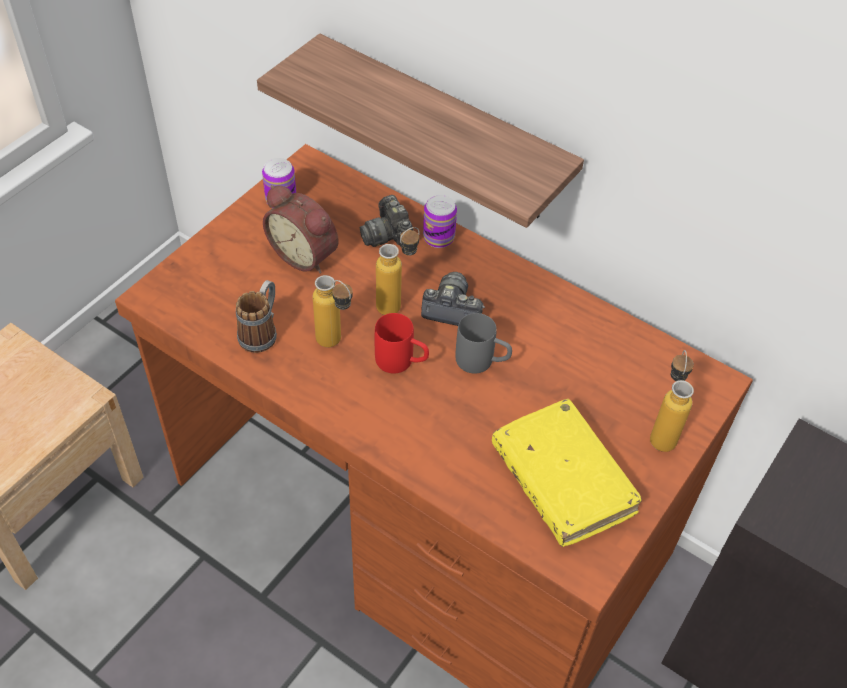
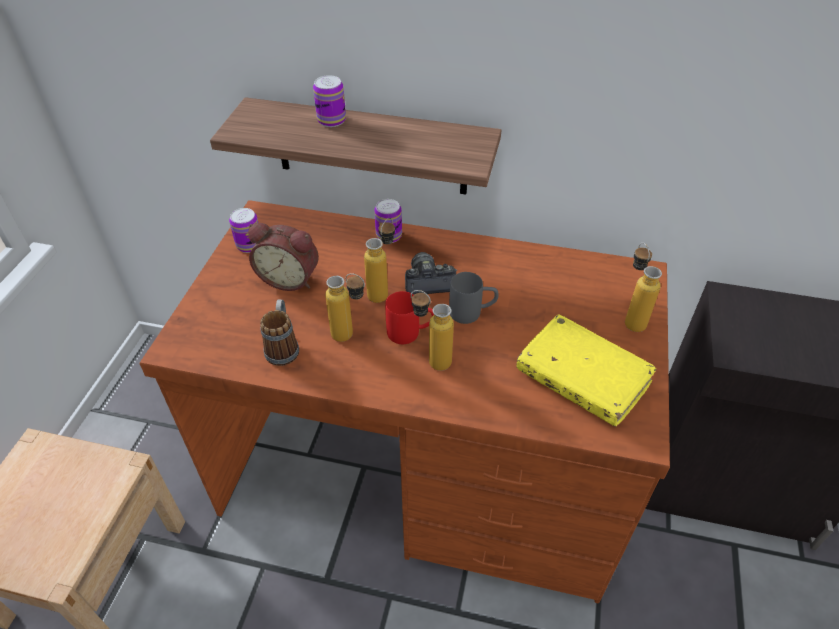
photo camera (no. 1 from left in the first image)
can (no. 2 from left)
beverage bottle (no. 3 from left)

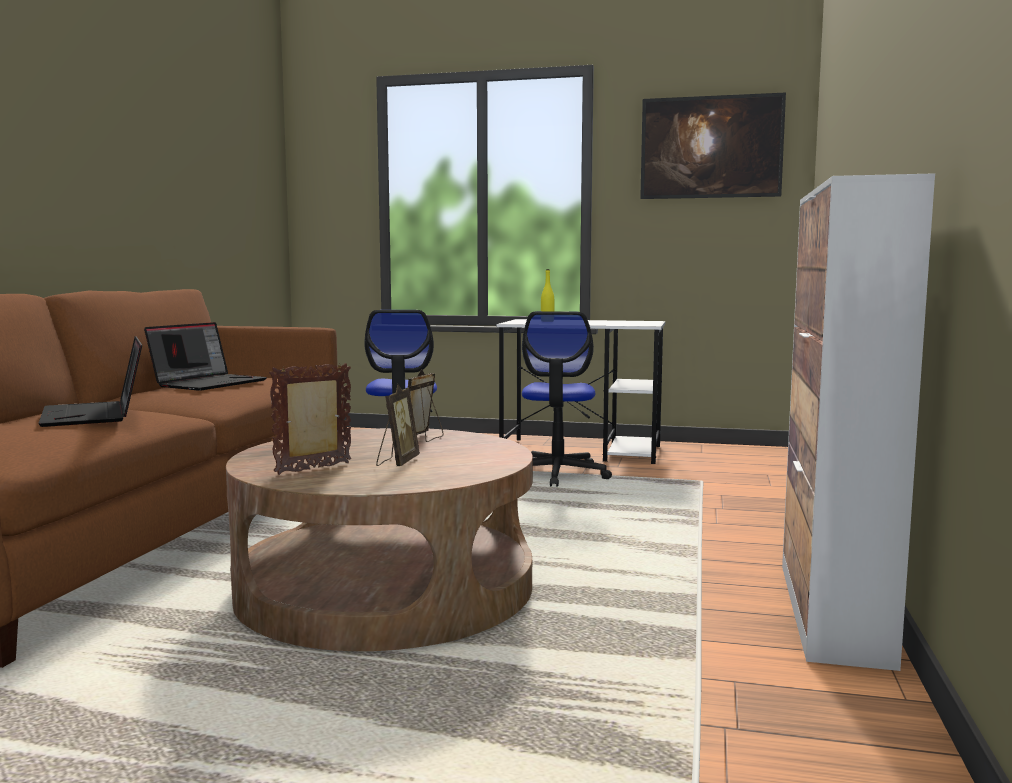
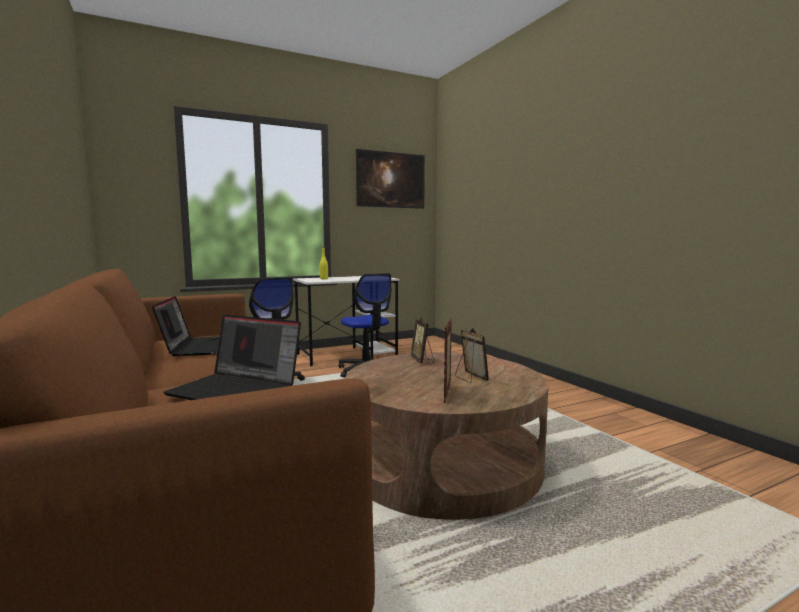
cabinet

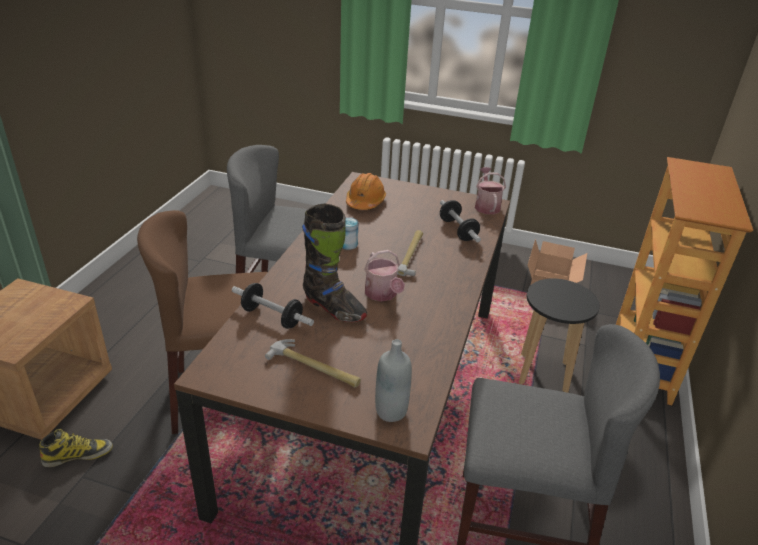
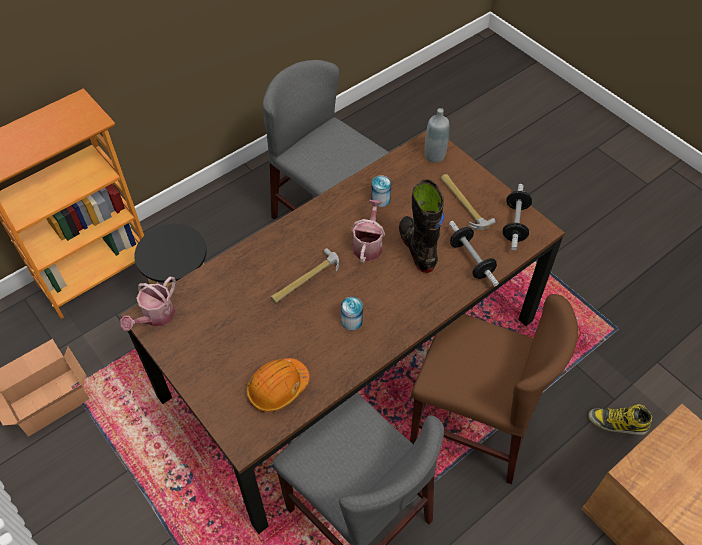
free weight (no. 2 from left)
can (no. 2 from left)

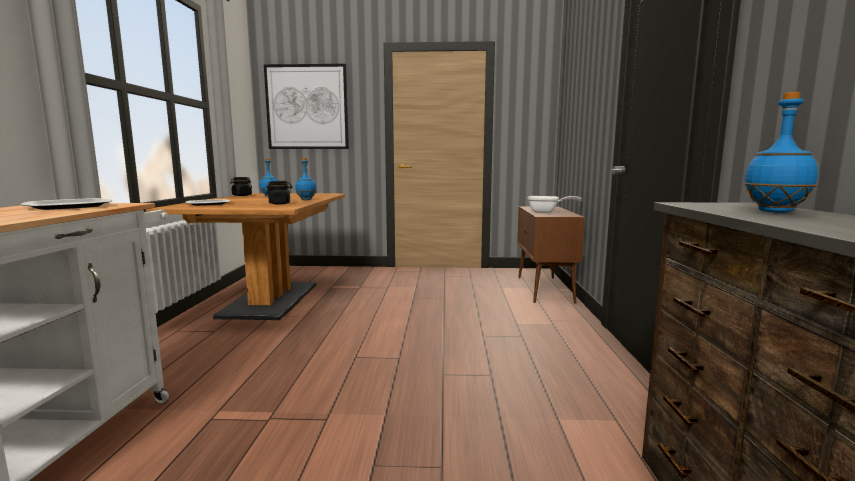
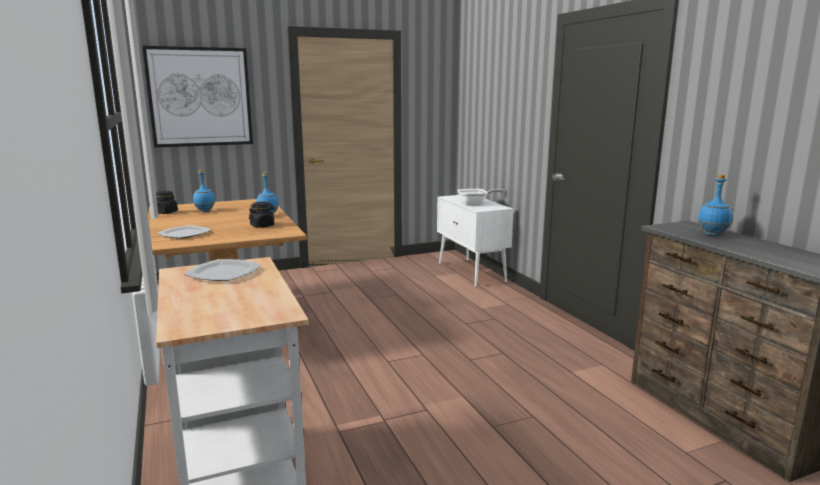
white-coloured cabinet

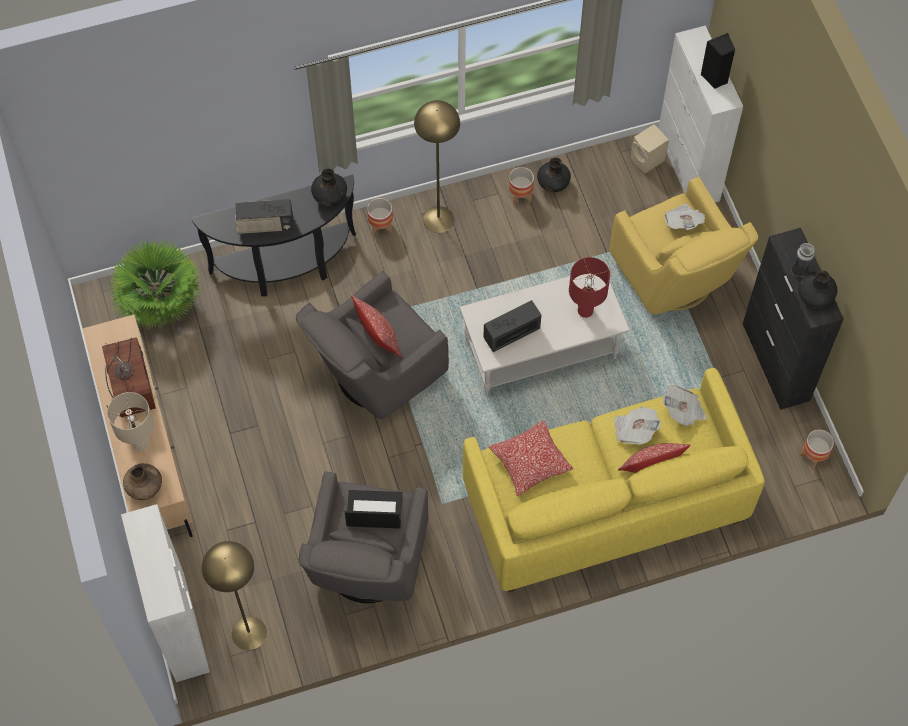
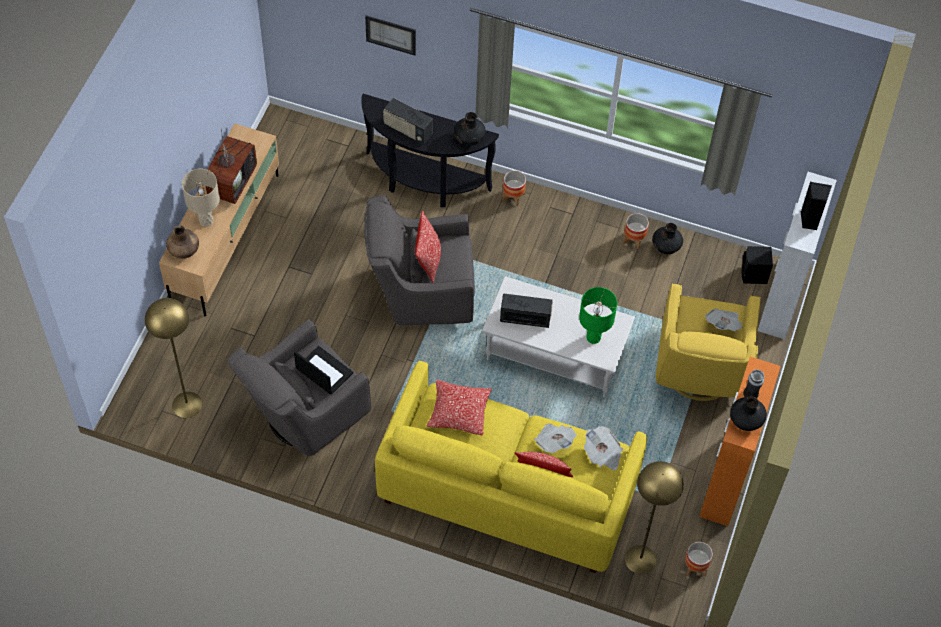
potted plant
white-coloured cabinet (no. 1 from left in the first image)
yellowish standing lamp (no. 2 from left)
green tabletop lamp
black-coloured audio speaker (no. 1 from left)
orangey cabinet
wall art

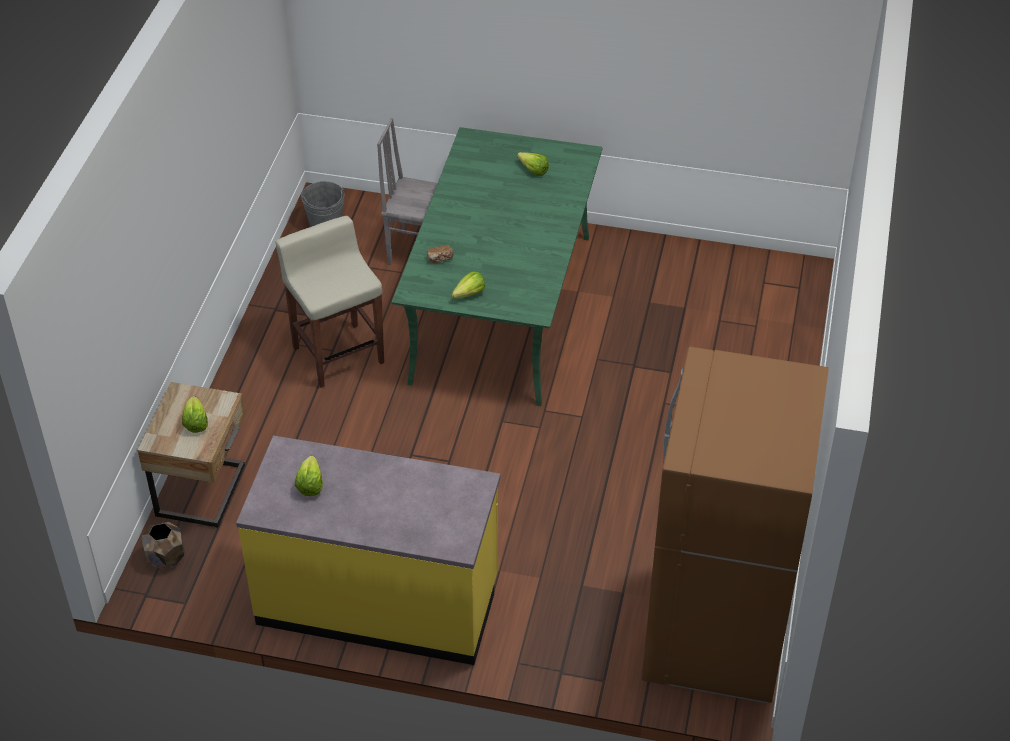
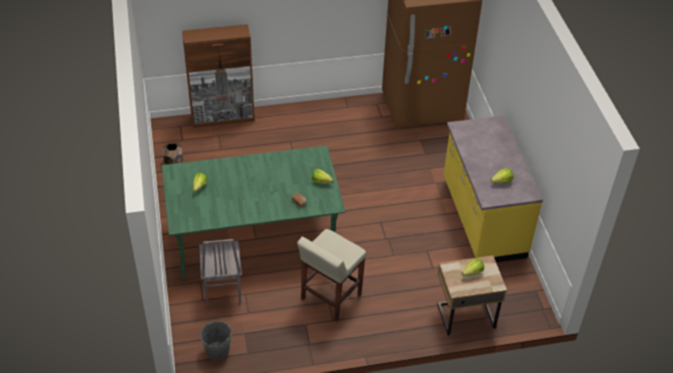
brown-coloured plant pot
brown-coloured cabinet

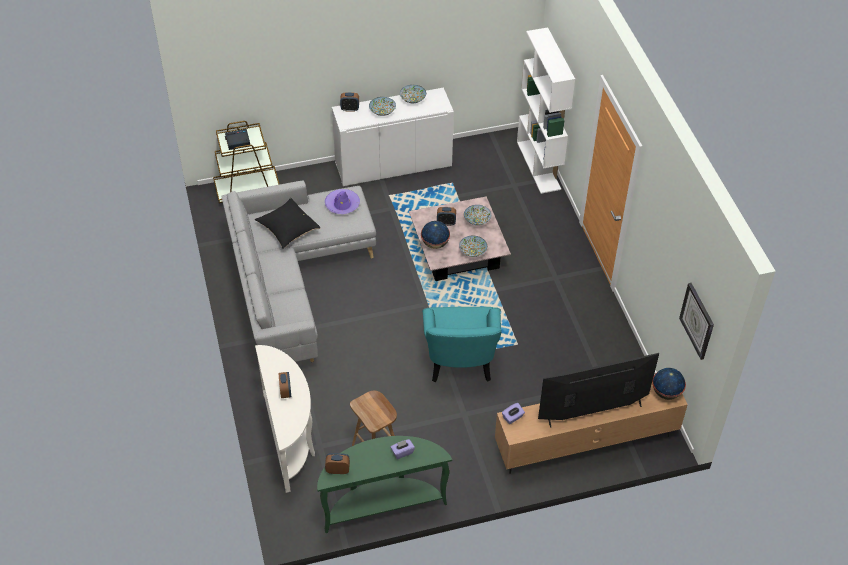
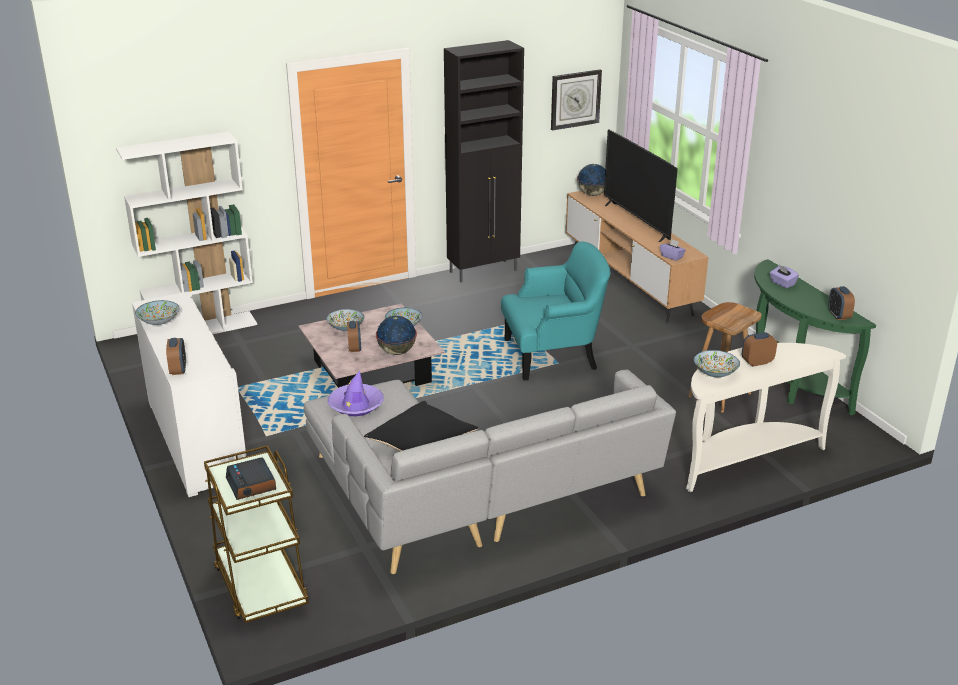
bowl (no. 4 from left)
black-coloured cabinet

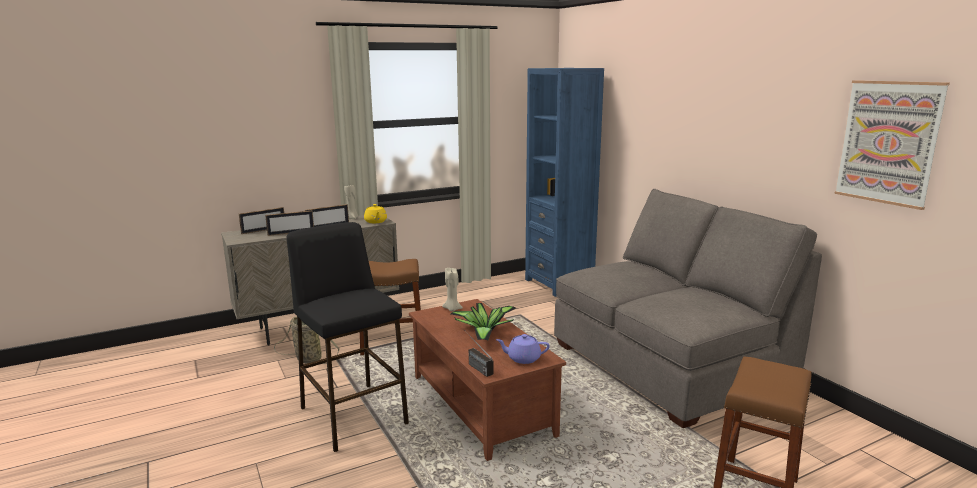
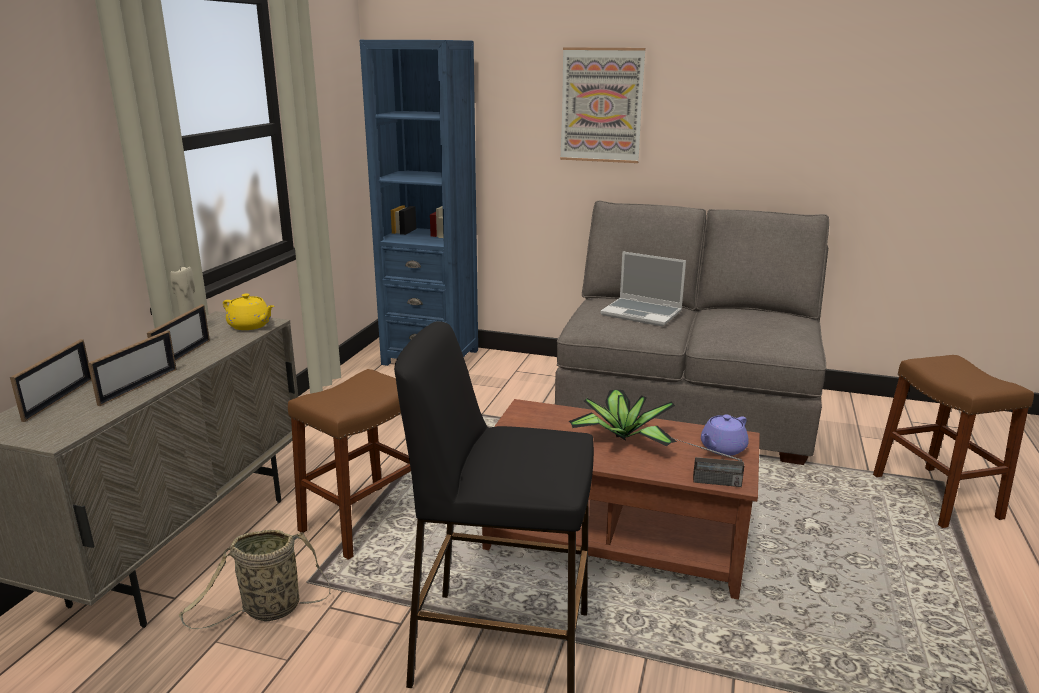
beige-coloured wax light (no. 2 from left in the first image)
wall art
portable computer

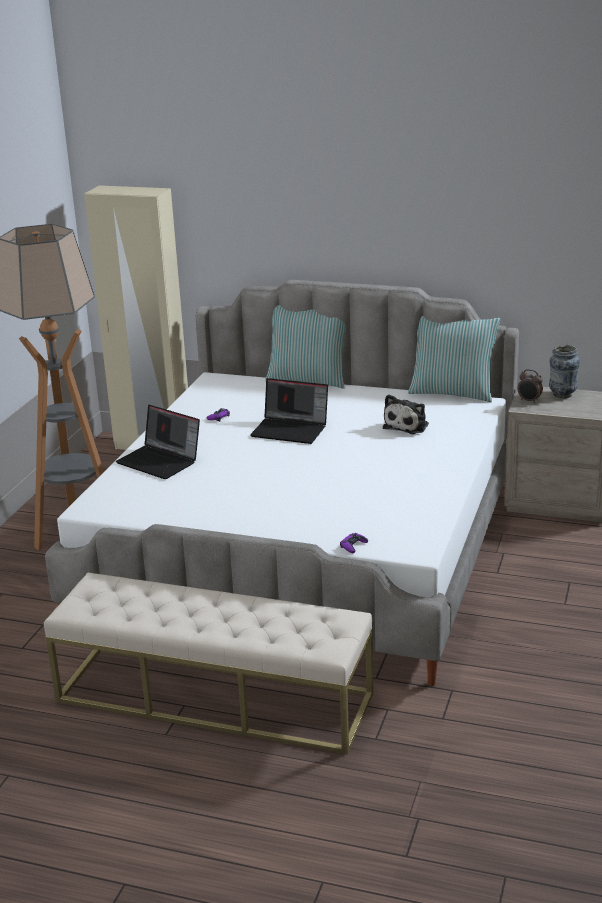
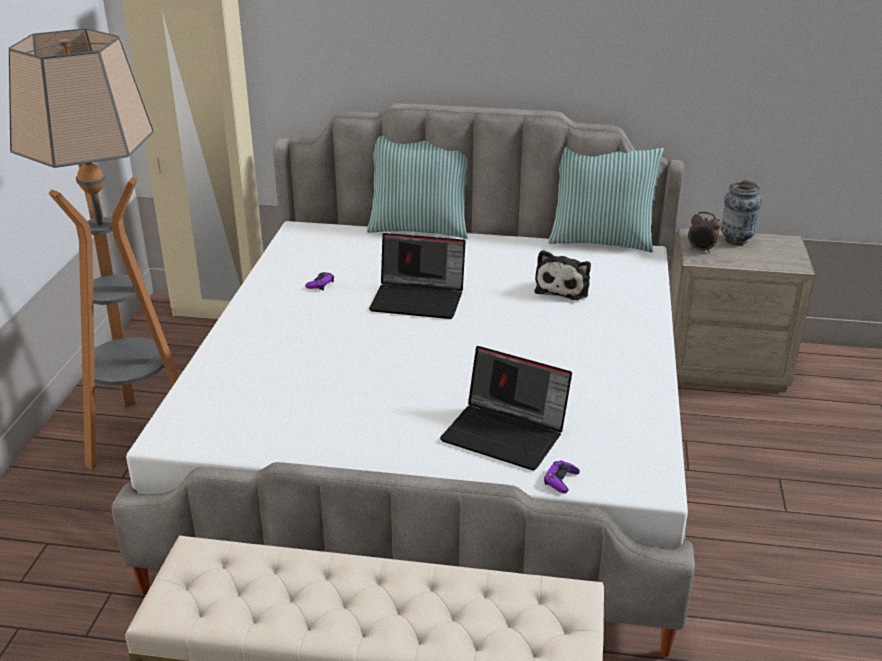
portable computer (no. 2 from left)

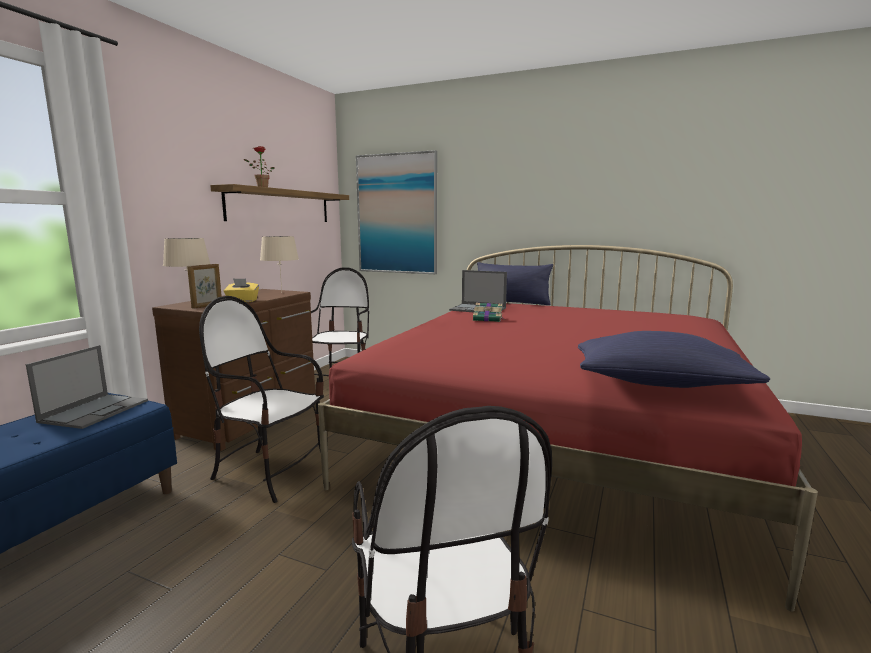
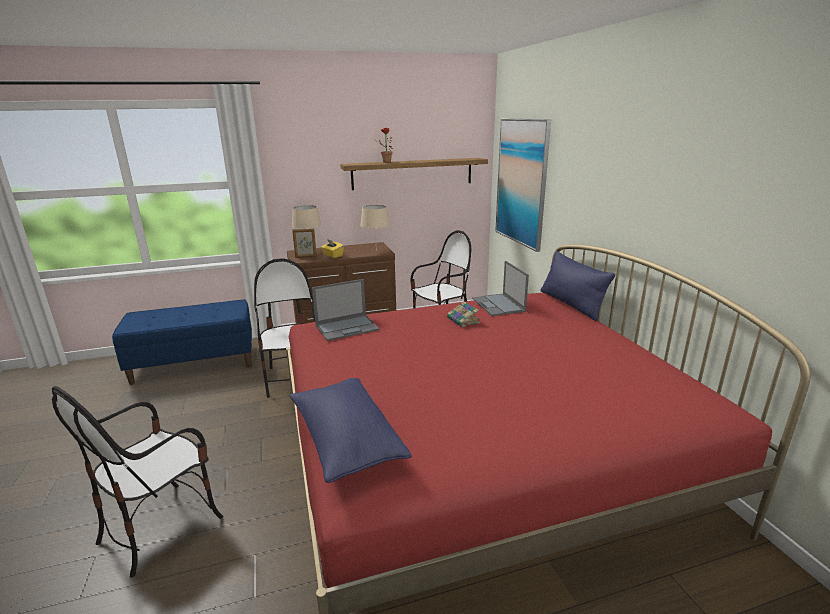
portable computer (no. 1 from left)

